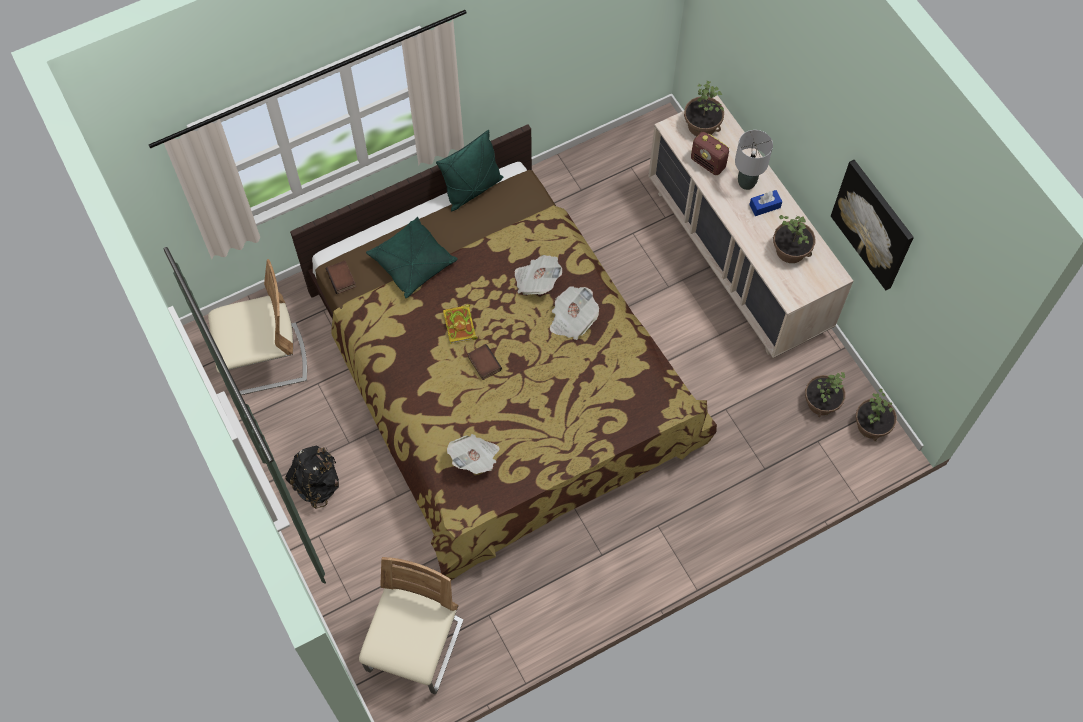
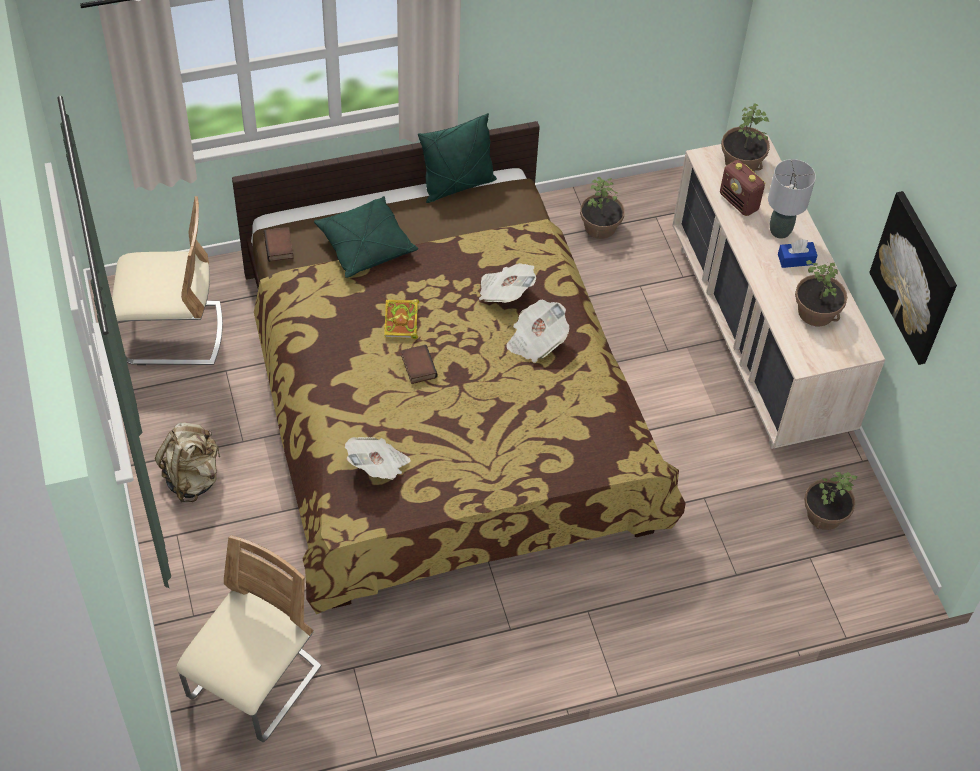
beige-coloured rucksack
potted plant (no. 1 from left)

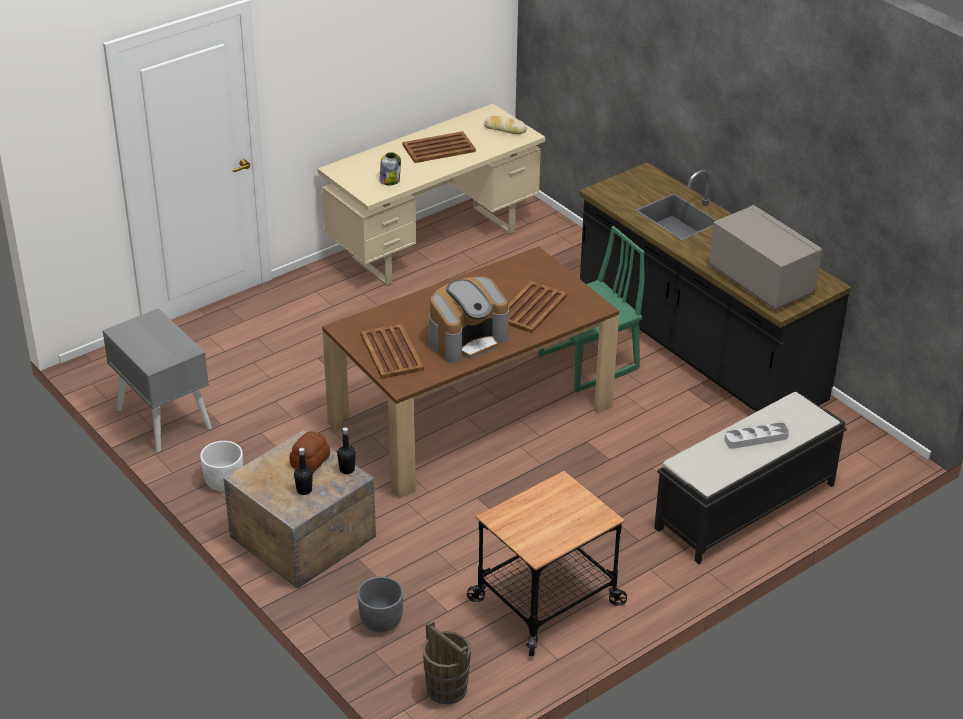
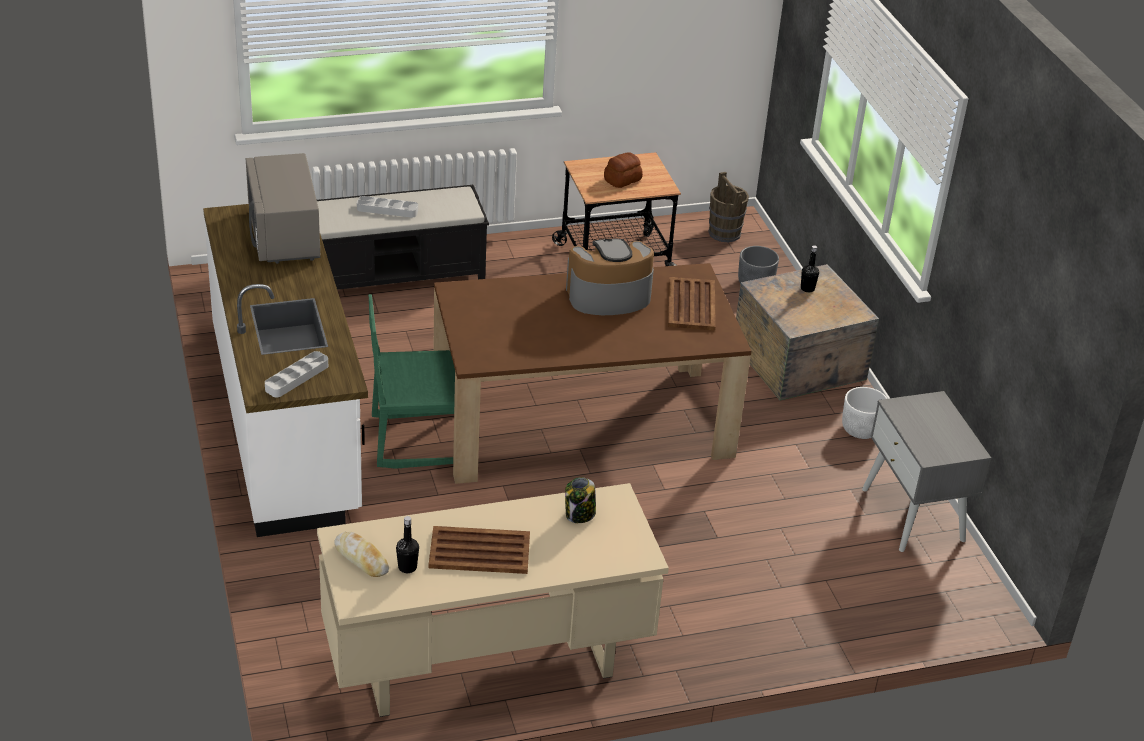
bakery bread (no. 2 from left)
black-coloured beverage bottle (no. 1 from left)
brown-coloured tray (no. 3 from left in the first image)
white-coloured counter
greyish tray (no. 1 from left)

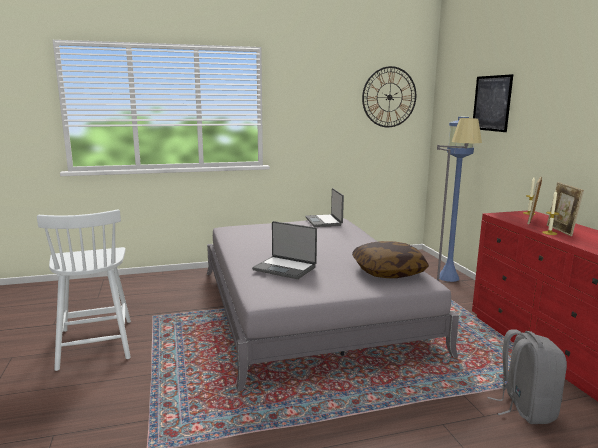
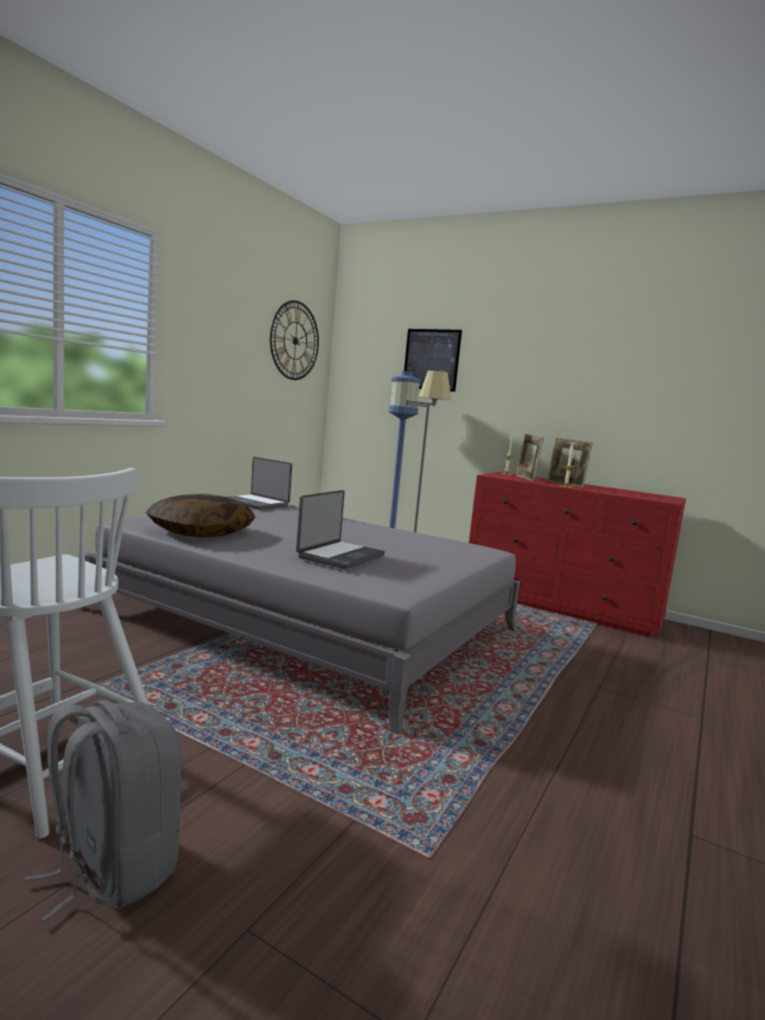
portable computer (no. 2 from left)
throw pillow
greyish rucksack

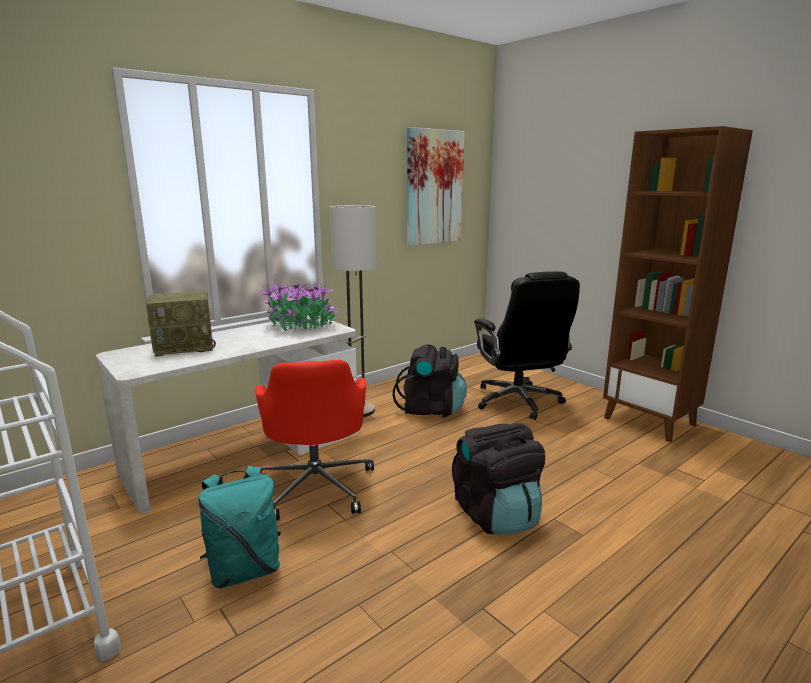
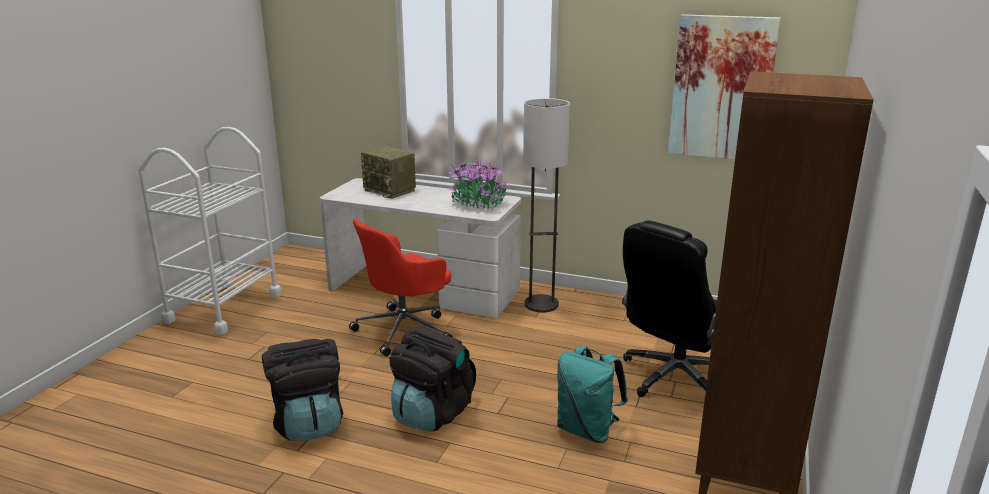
turquoise rucksack
black-coloured rucksack (no. 1 from left)

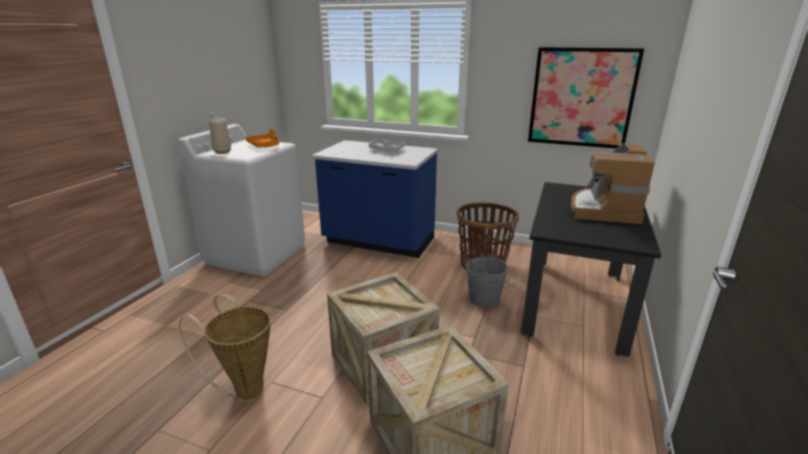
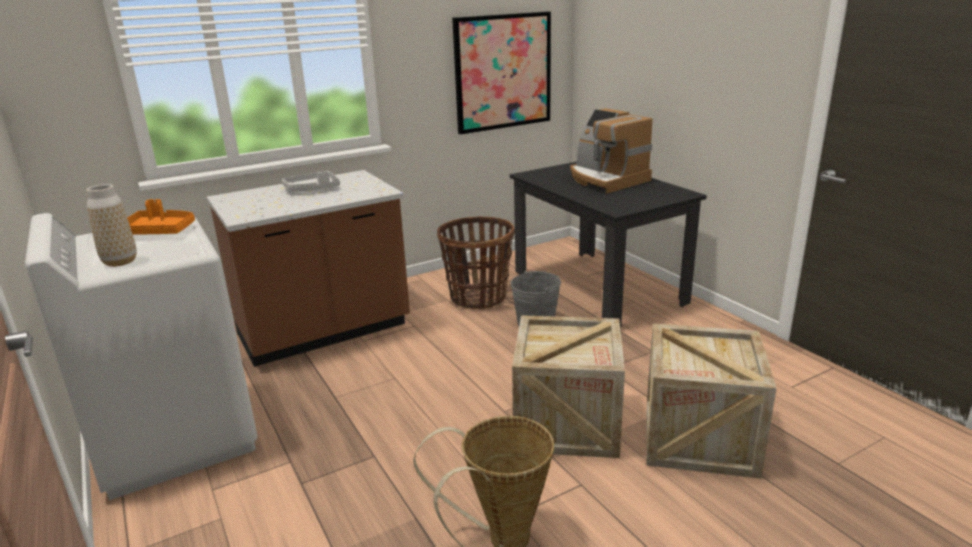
brown-coloured counter

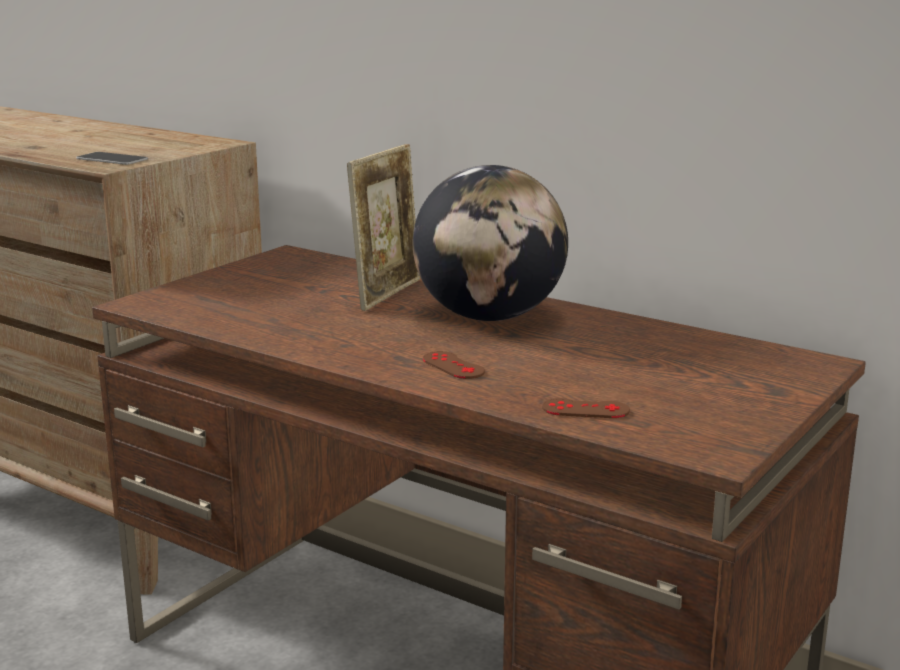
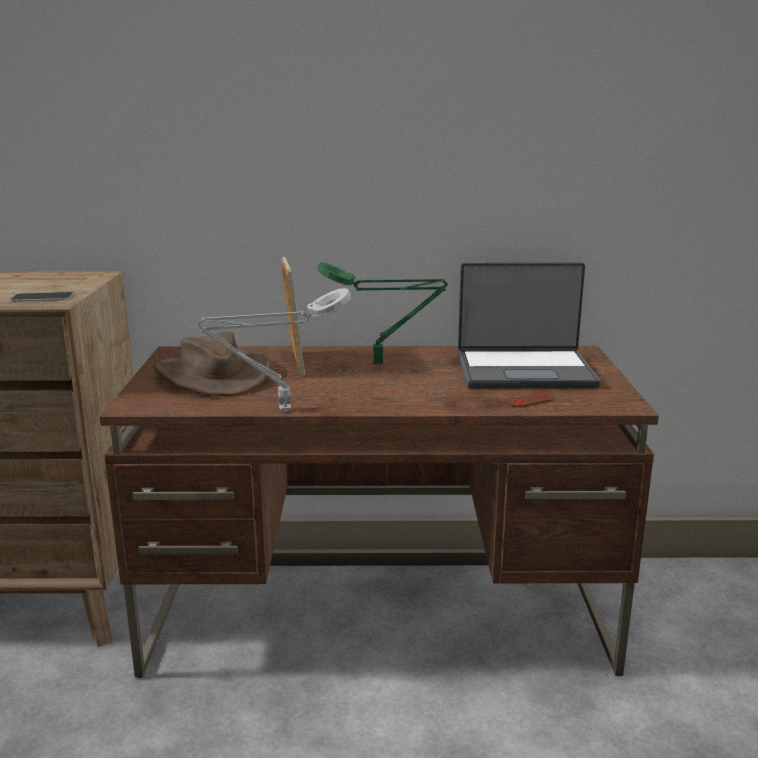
green tabletop lamp
brown-coloured joypad (no. 1 from left in the first image)
brown-coloured wearable hat
greyish tabletop lamp
portable computer

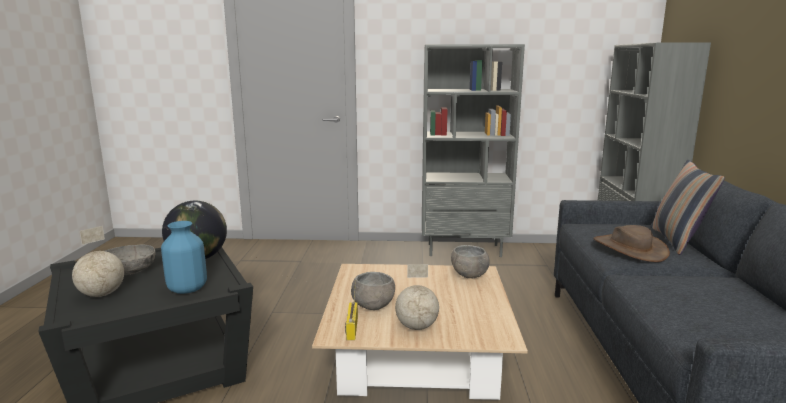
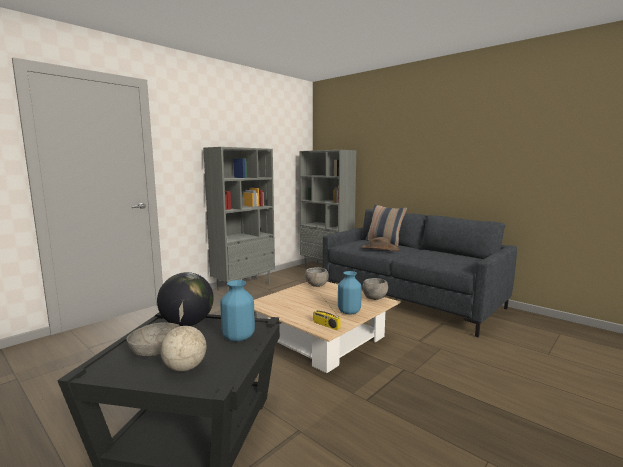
greyish bowl (no. 3 from left)
blue vase (no. 2 from left)

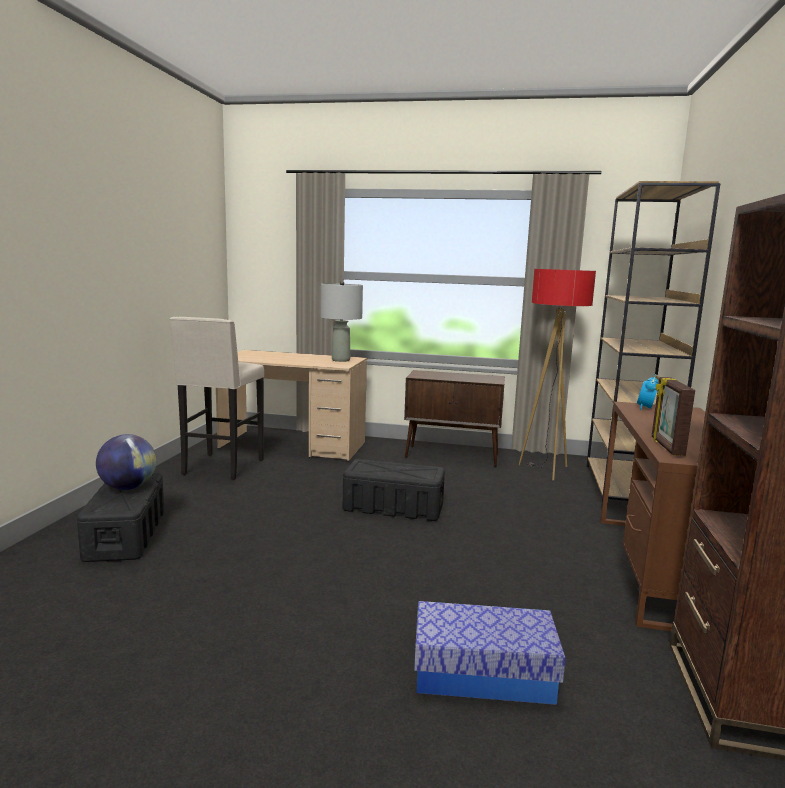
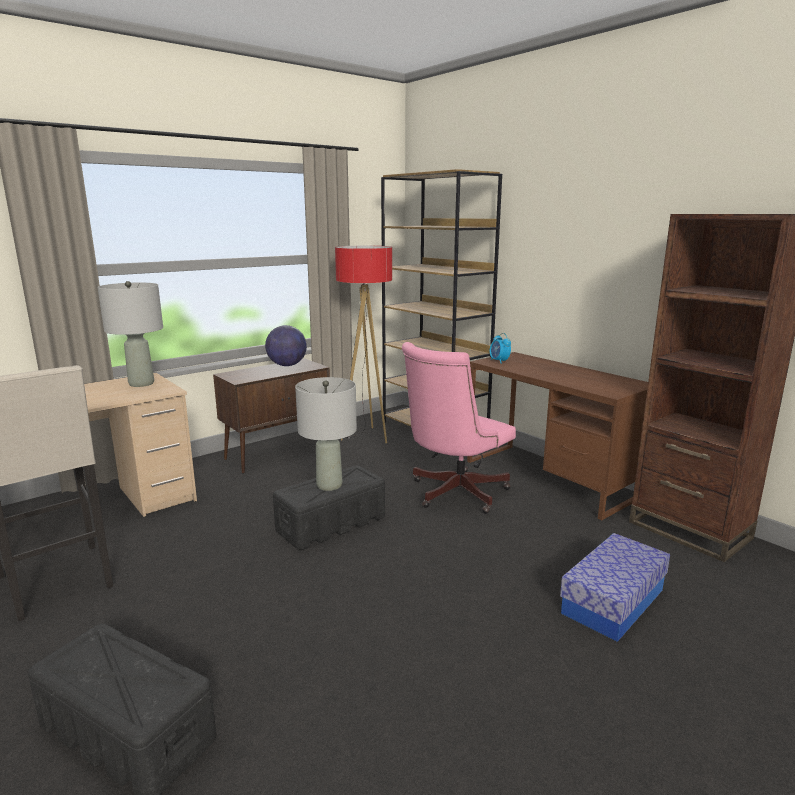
globe
photo frame
greyish tabletop lamp (no. 2 from left)
pink desk chair

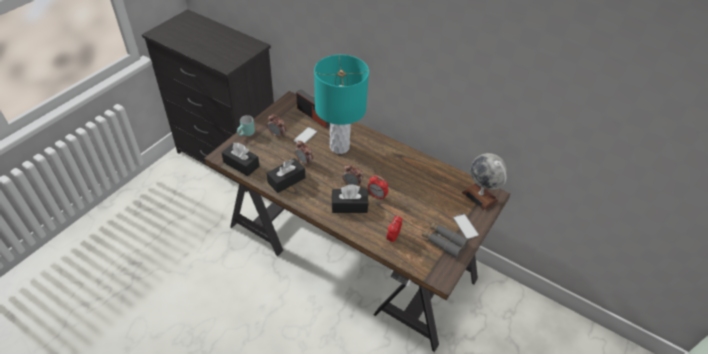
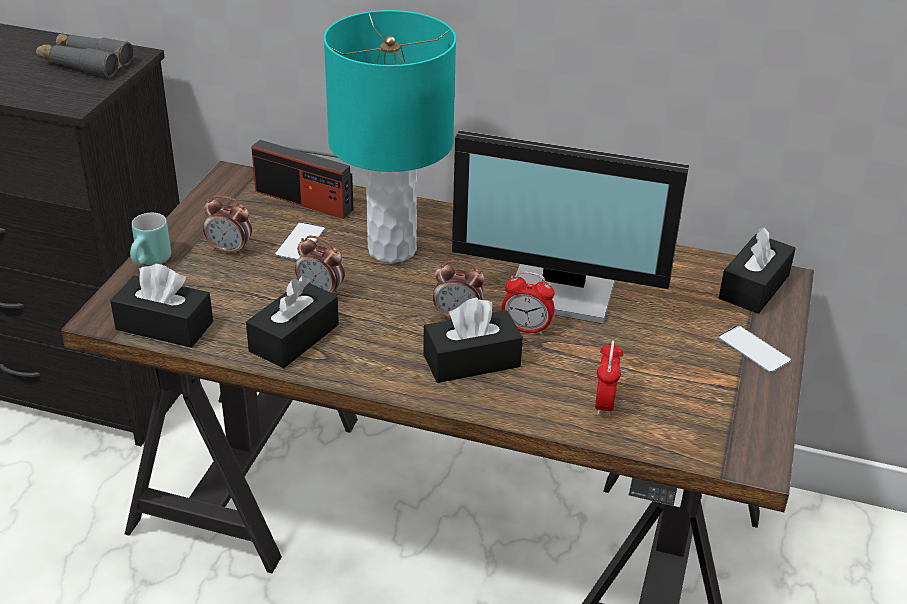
greyish field glasses
black-coloured box of tissues (no. 4 from left)
monitor

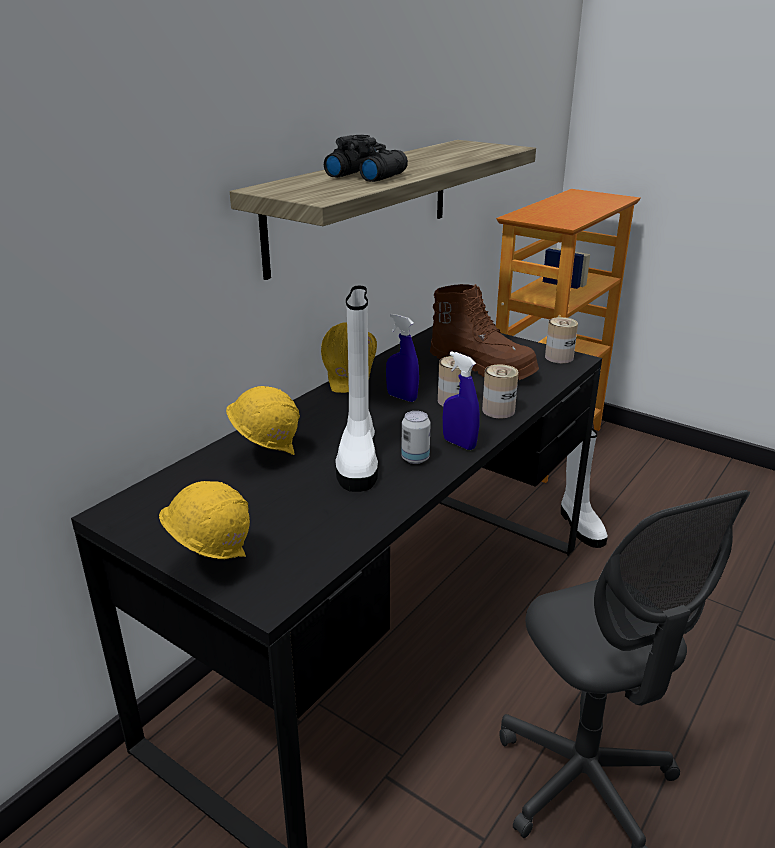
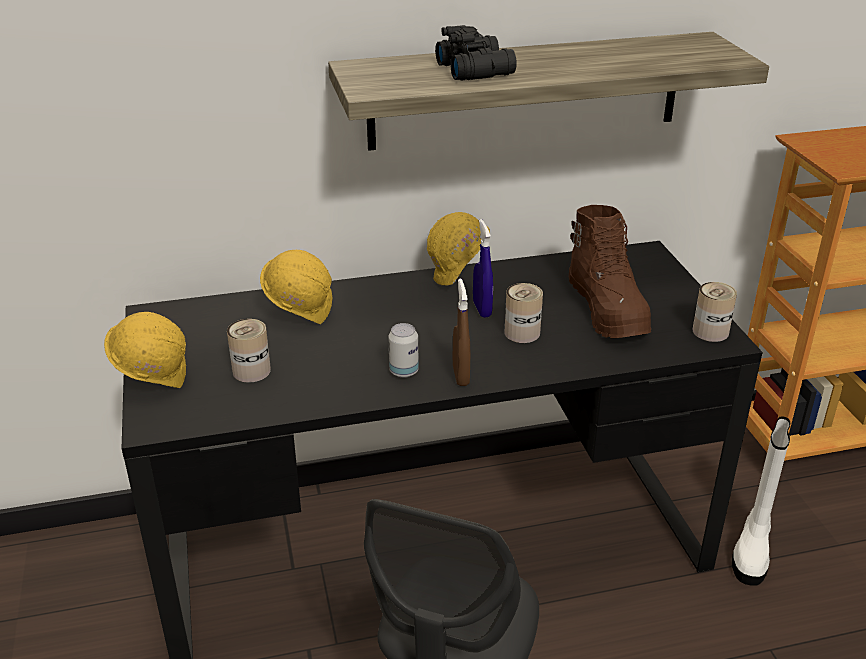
white-coloured tall boot (no. 1 from left in the first image)
brown-coloured spray bottle
can (no. 1 from left)

